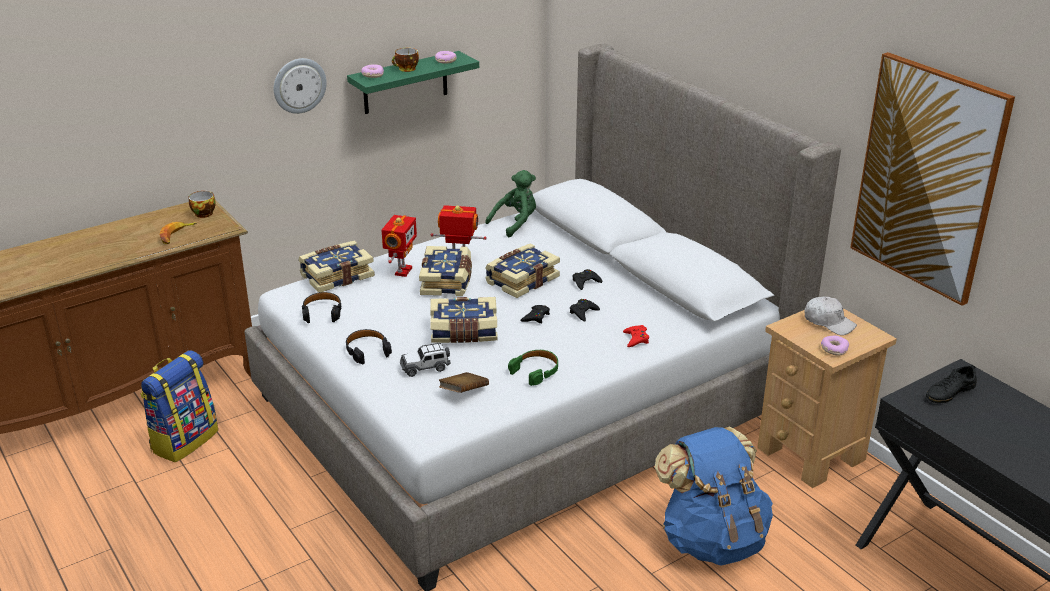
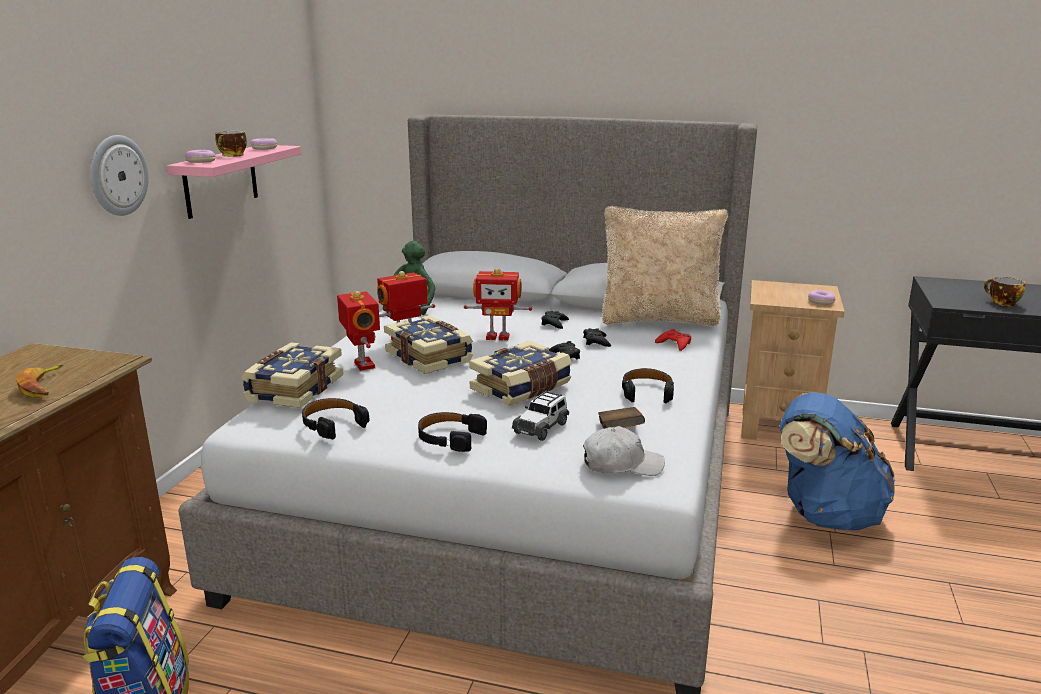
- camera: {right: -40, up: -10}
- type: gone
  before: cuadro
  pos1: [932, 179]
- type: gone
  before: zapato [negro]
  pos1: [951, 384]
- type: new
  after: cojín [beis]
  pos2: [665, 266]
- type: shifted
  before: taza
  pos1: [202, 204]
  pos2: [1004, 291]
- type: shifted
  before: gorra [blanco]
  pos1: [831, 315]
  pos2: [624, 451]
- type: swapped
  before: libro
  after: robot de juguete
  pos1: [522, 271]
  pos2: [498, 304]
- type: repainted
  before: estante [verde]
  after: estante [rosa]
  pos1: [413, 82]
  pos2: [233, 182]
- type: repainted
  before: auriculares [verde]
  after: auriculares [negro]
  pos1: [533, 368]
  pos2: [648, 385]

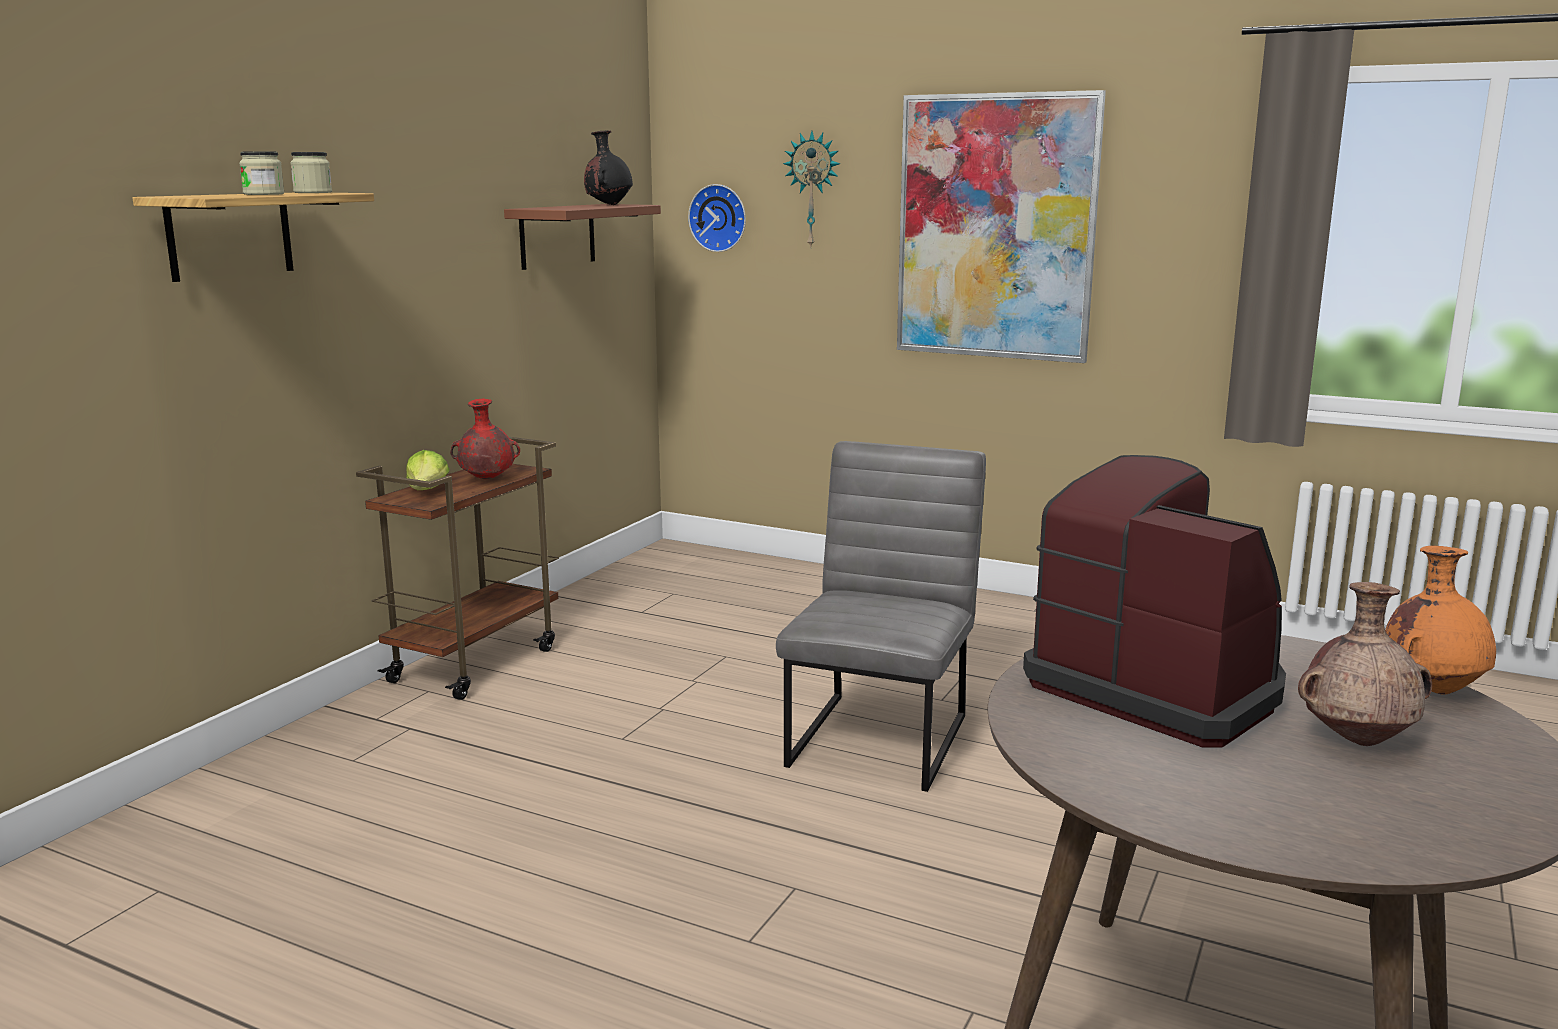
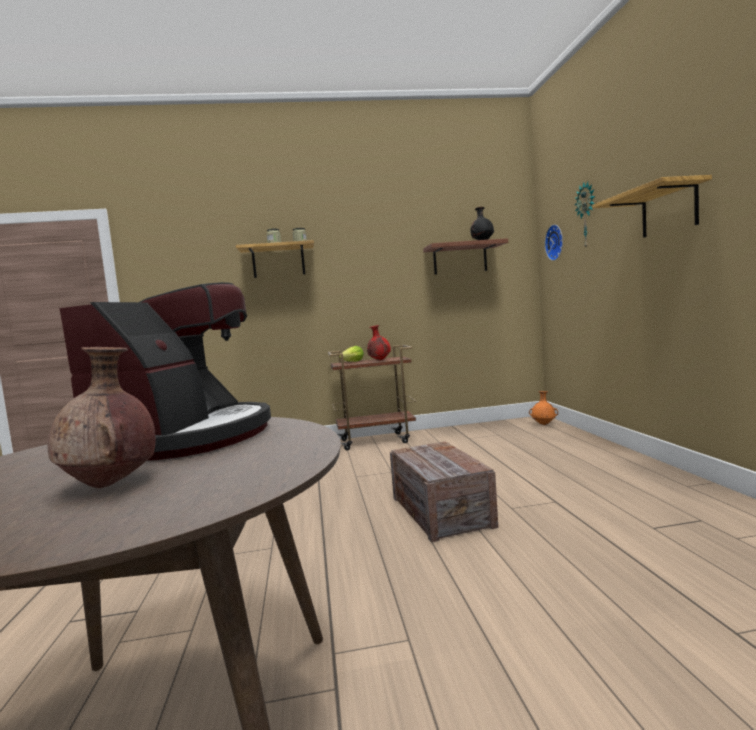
- camera: {right: 55, up: -10}
- type: shifted
  before: florero [naranja]
  pos1: [1440, 620]
  pos2: [543, 408]
- type: swapped
  before: silla [gris]
  after: caja de embalaje
  pos1: [881, 616]
  pos2: [444, 491]
- type: swapped
  before: cuadro
  after: estante
  pos1: [1001, 226]
  pos2: [652, 206]

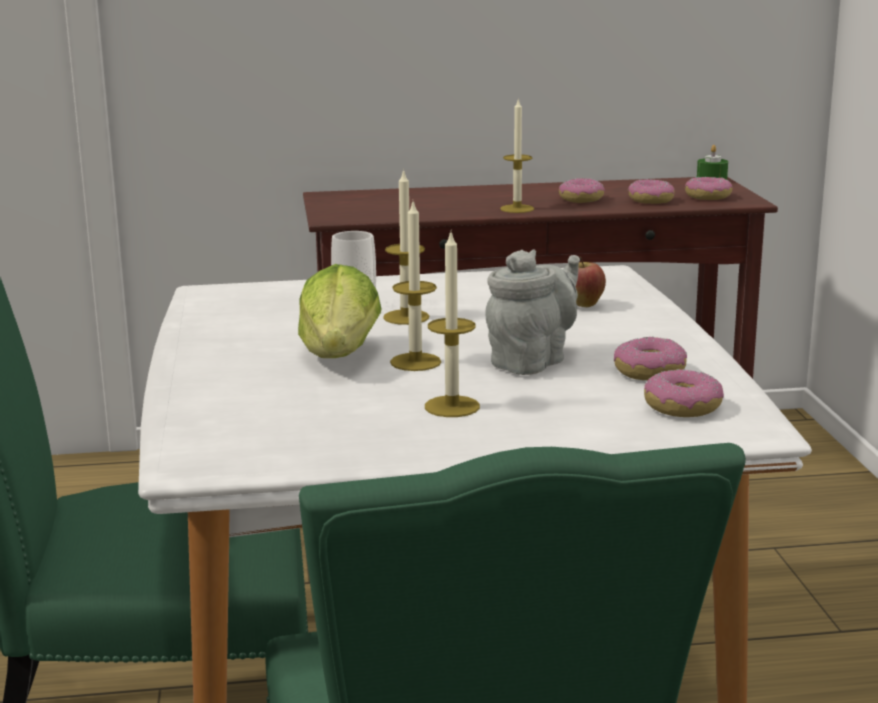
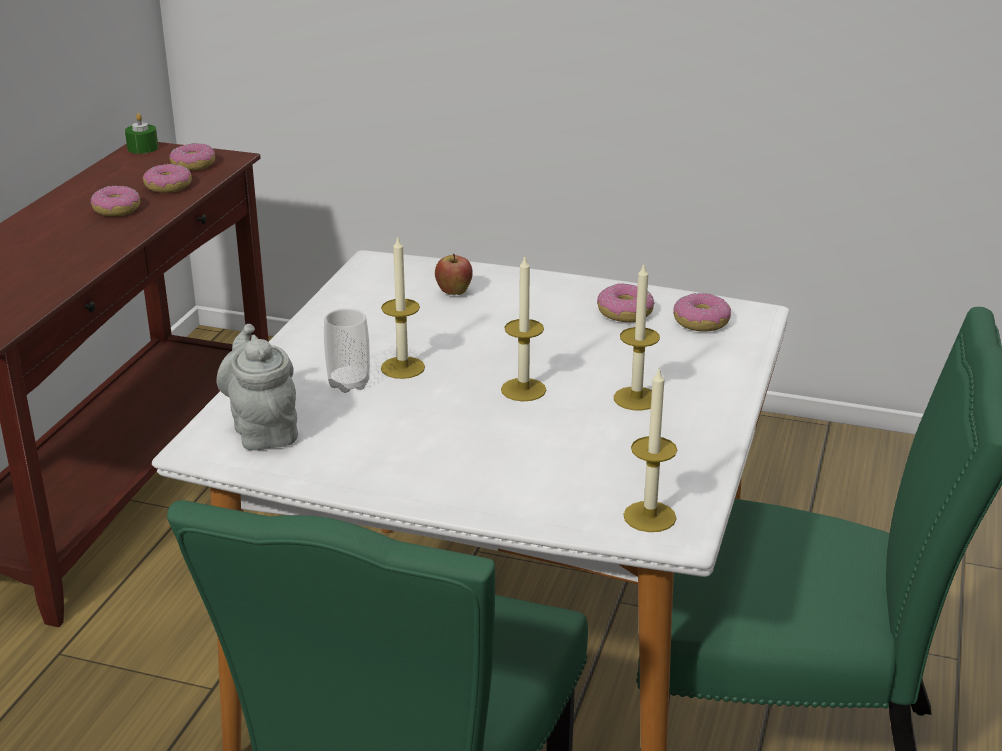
- camera: {right: -65, up: 10}
- type: gone
  before: lechuga
  pos1: [340, 311]
- type: shifted
  before: tetera [gris]
  pos1: [532, 312]
  pos2: [257, 387]
- type: shifted
  before: vela
  pos1: [517, 155]
  pos2: [650, 449]

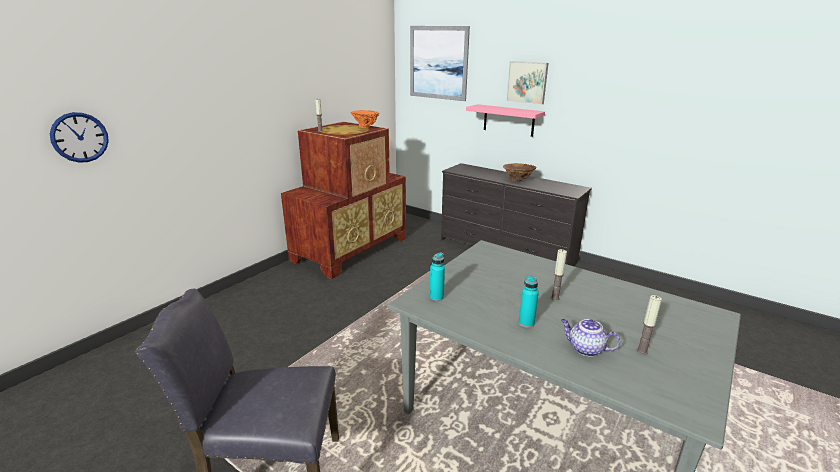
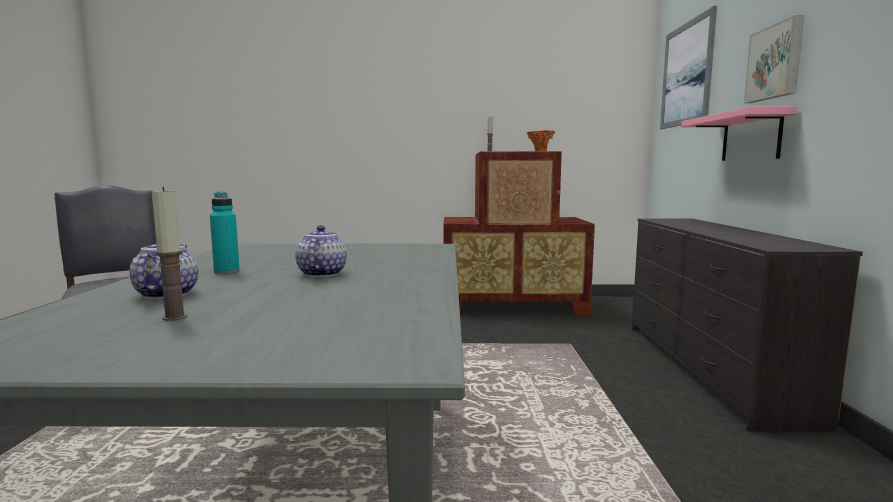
- camera: {right: 55, up: -15}
- type: gone
  before: reloj de pared
  pos1: [79, 137]
- type: gone
  before: botella [turquesa]
  pos1: [437, 277]
- type: gone
  before: florero [marrón]
  pos1: [520, 172]
- type: swapped
  before: vela
  after: tetera
  pos1: [559, 274]
  pos2: [321, 251]

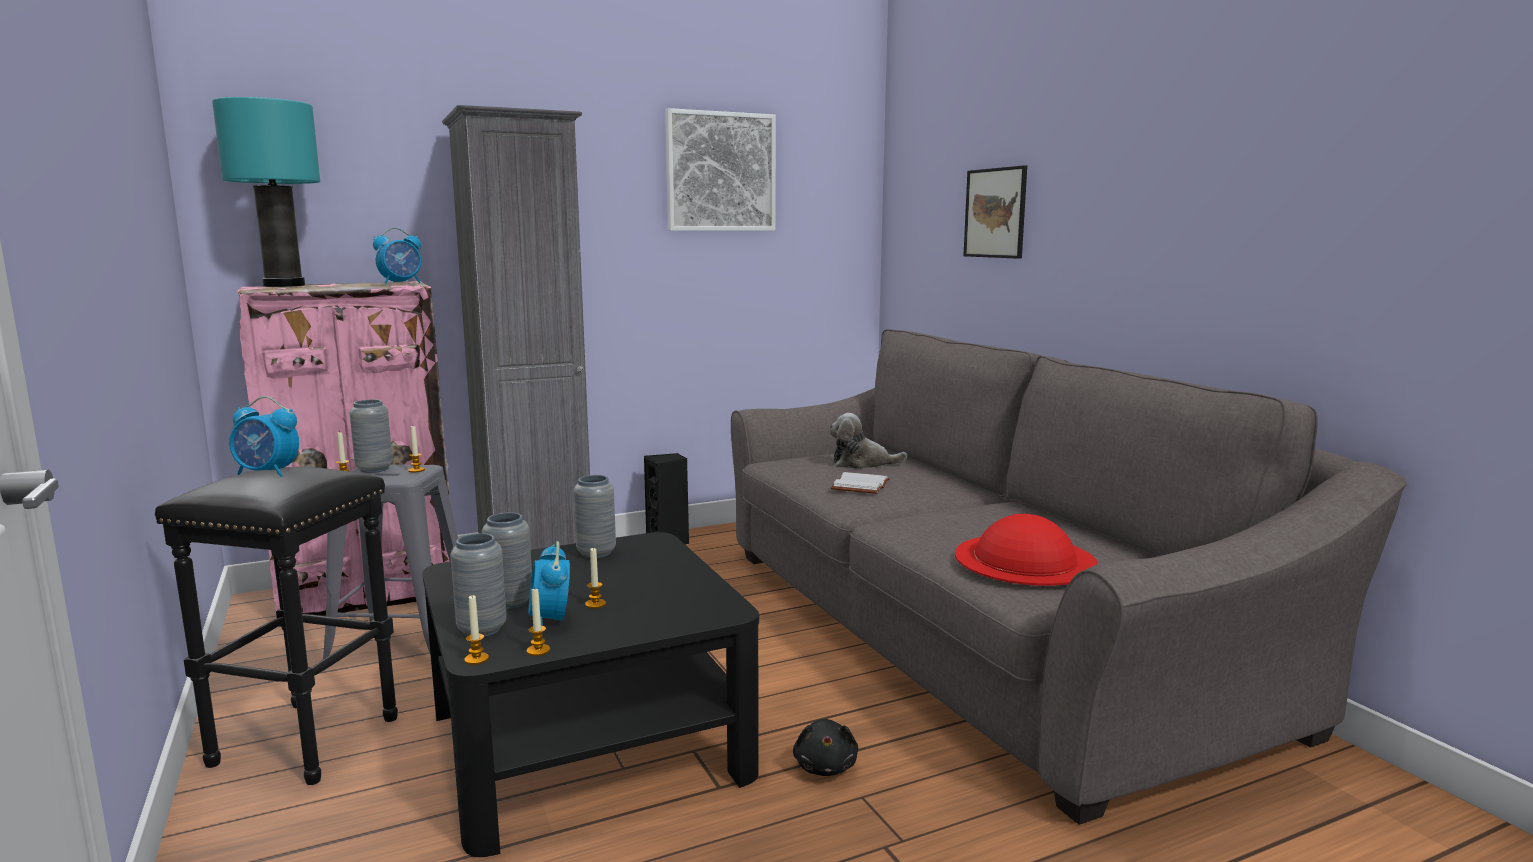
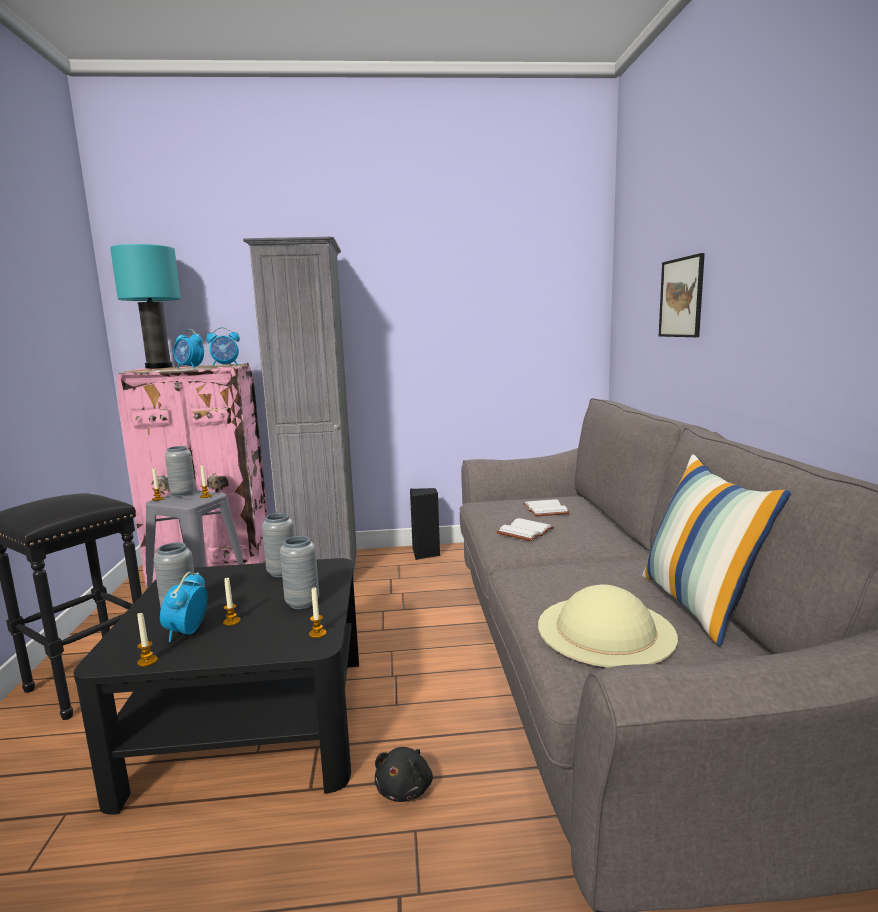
- camera: {right: 20, up: 0}
- type: gone
  before: cuadro
  pos1: [720, 169]
- type: new
  after: cojín
  pos2: [716, 550]
- type: shifted
  before: despertador
  pos1: [264, 436]
  pos2: [188, 348]
- type: shifted
  before: florero [gris]
  pos1: [479, 585]
  pos2: [299, 572]
- type: shifted
  before: vela
  pos1: [476, 630]
  pos2: [317, 613]
- type: swapped
  before: peluche
  after: libro [blanco]
  pos1: [868, 441]
  pos2: [546, 508]
- type: repainted
  before: sombrero [rojo]
  after: sombrero [beis]
  pos1: [1026, 550]
  pos2: [608, 626]

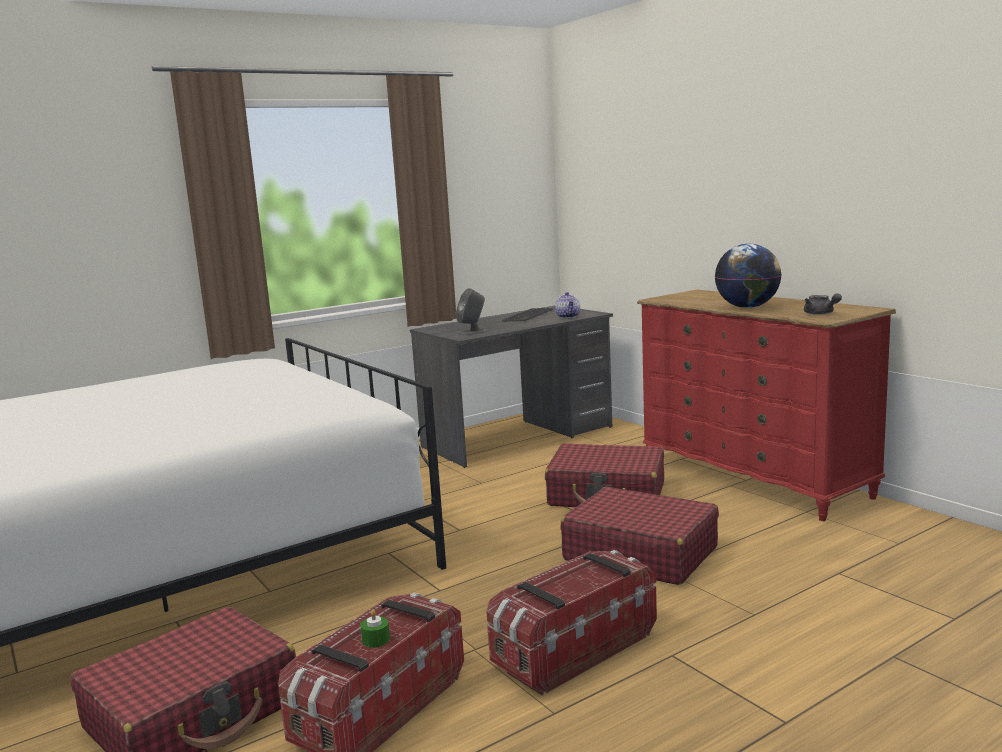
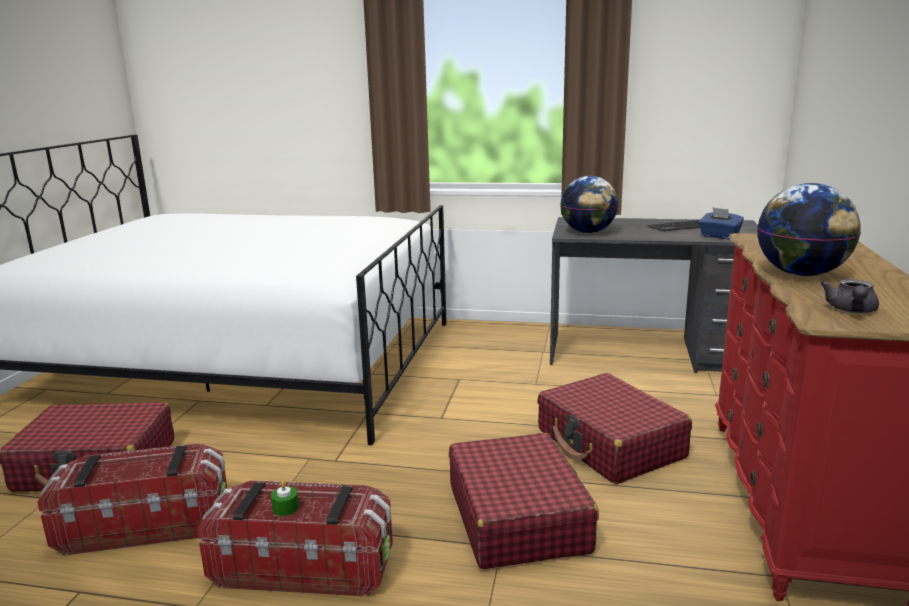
- camera: {right: 45, up: 5}
- type: shifted
  before: vela [verde]
  pos1: [375, 628]
  pos2: [285, 498]
- type: swapped
  before: altavoz [gris]
  after: globo terráqueo
  pos1: [471, 311]
  pos2: [589, 204]
- type: swapped
  before: tetera
  after: caja de pañuelos [azul]
  pos1: [567, 305]
  pos2: [721, 223]

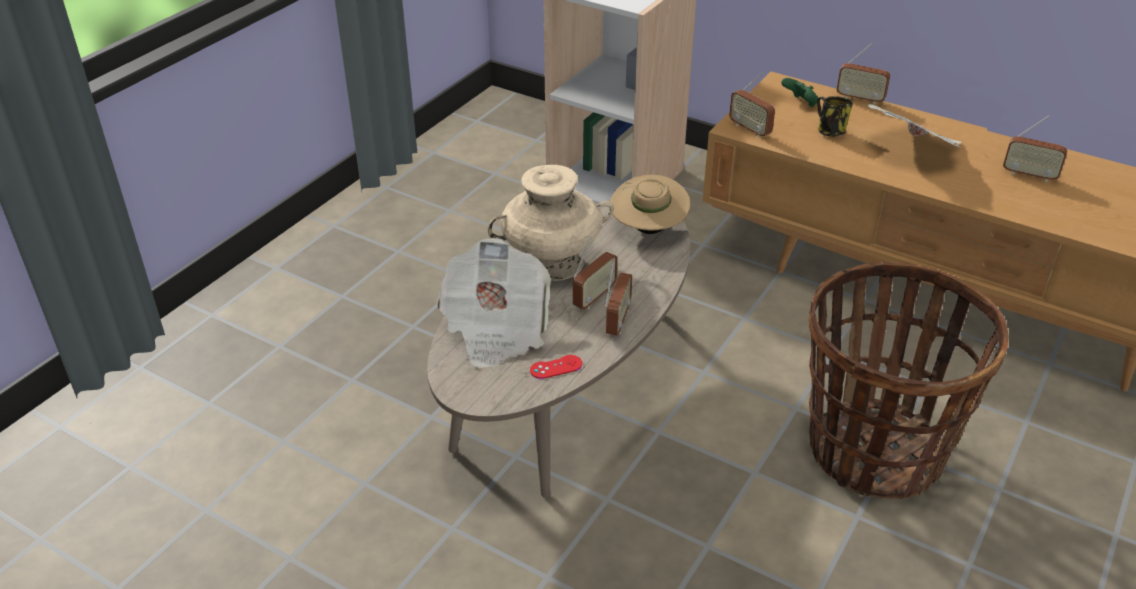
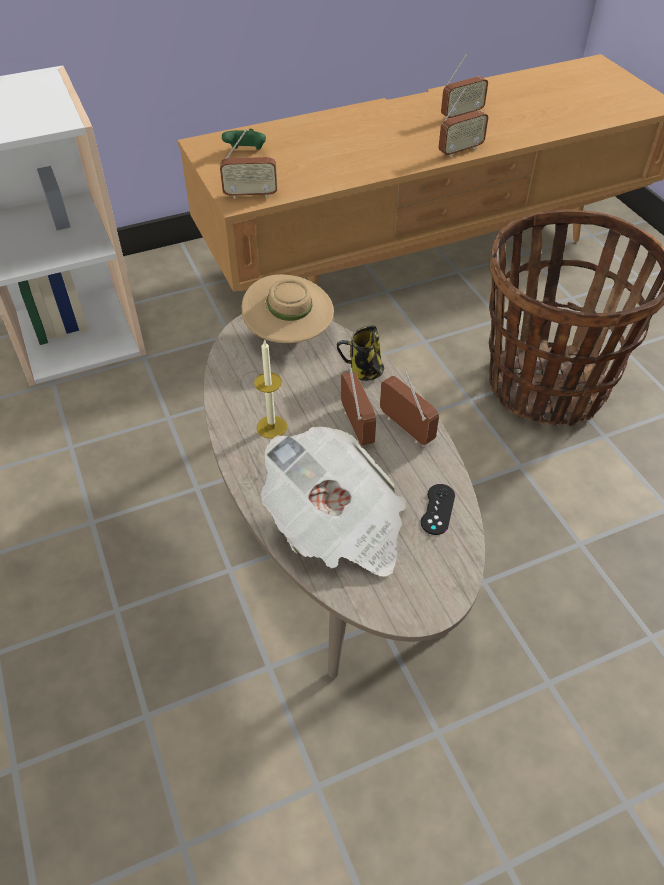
- camera: {right: -55, up: 10}
- type: gone
  before: periódico
  pos1: [915, 126]
- type: shifted
  before: taza grande
  pos1: [835, 116]
  pos2: [360, 353]
- type: shifted
  before: radio
  pos1: [863, 74]
  pos2: [463, 122]
- type: swapped
  before: florero [beis]
  after: vela
  pos1: [551, 223]
  pos2: [270, 389]
- type: repainted
  before: mando de consola [rojo]
  after: mando de consola [negro]
  pos1: [556, 367]
  pos2: [438, 509]

